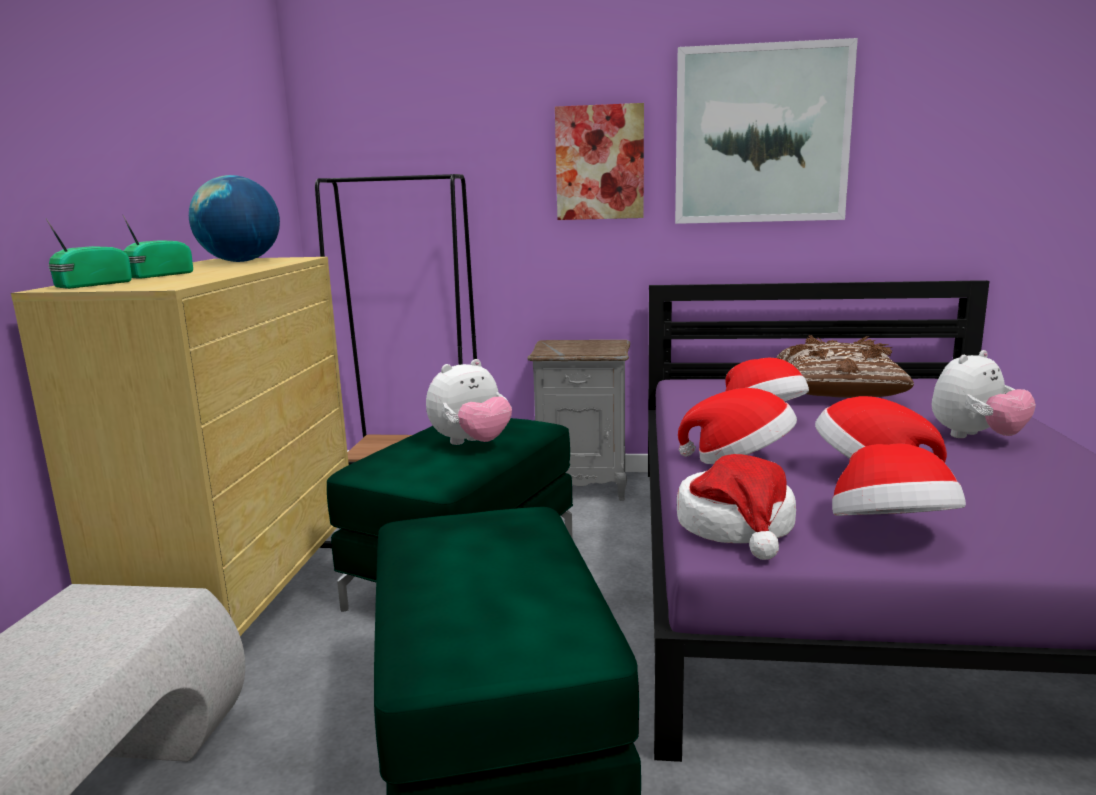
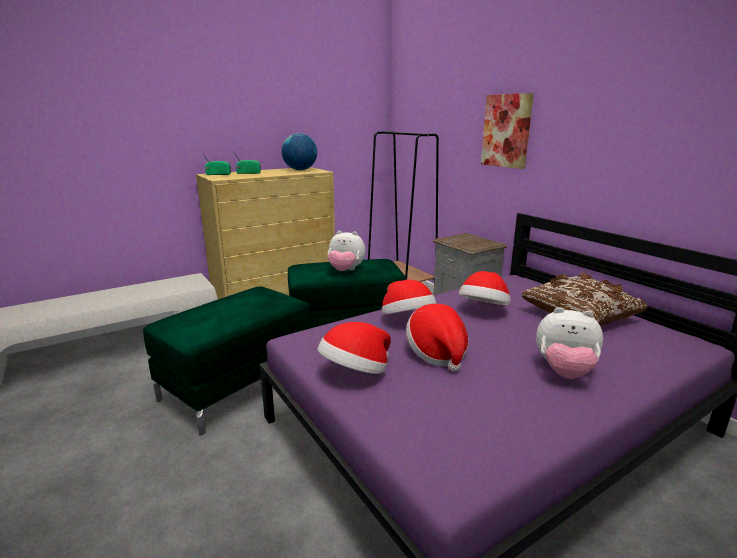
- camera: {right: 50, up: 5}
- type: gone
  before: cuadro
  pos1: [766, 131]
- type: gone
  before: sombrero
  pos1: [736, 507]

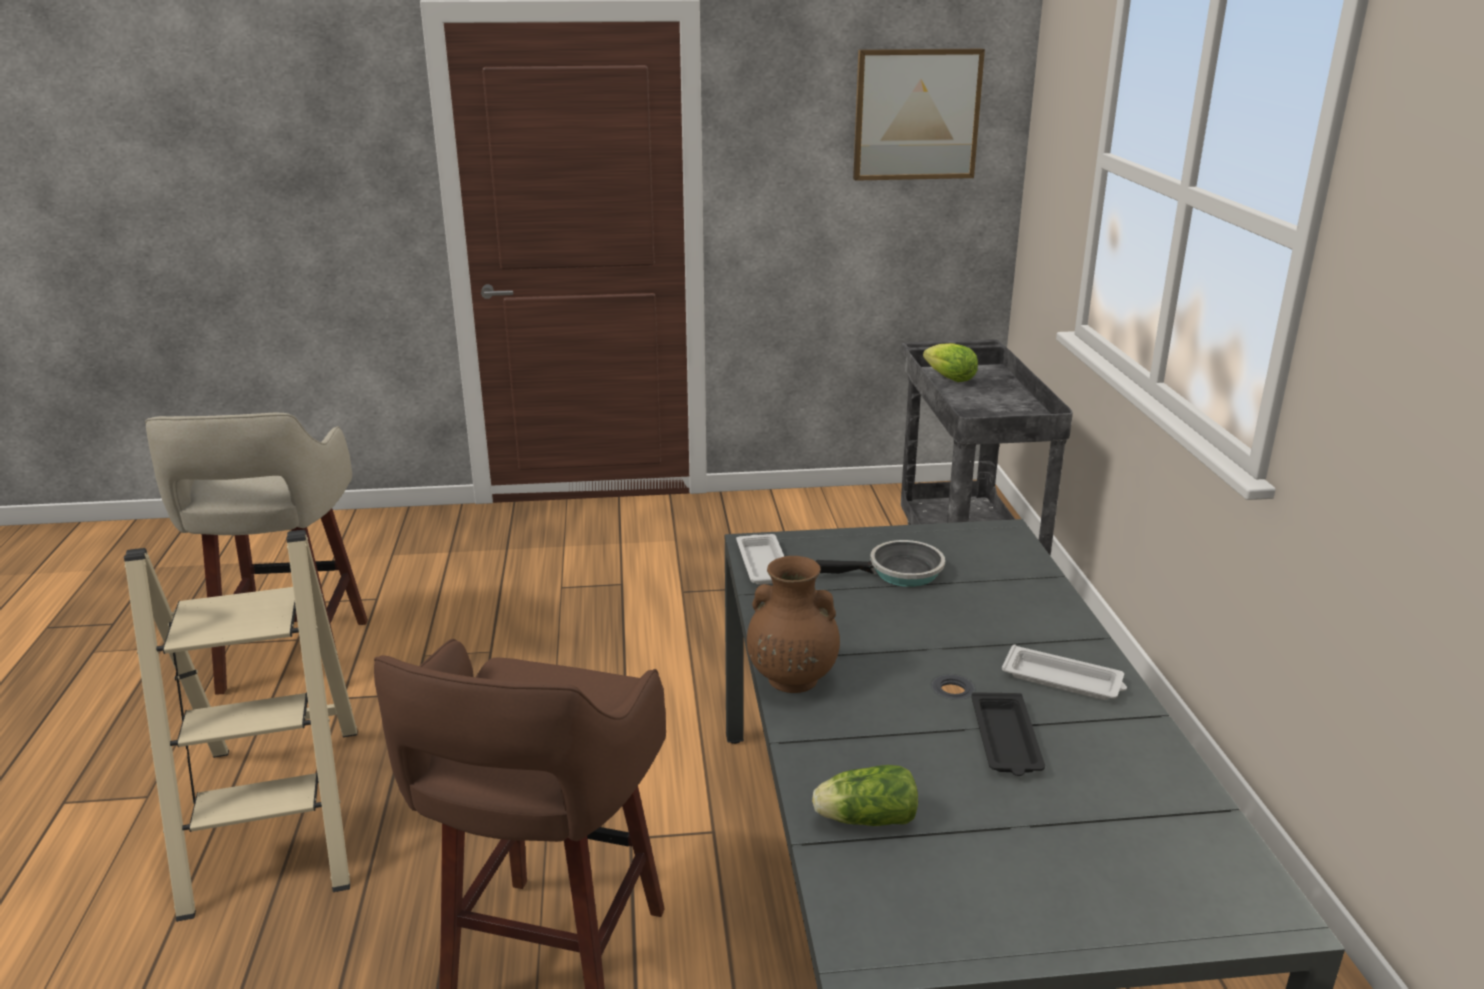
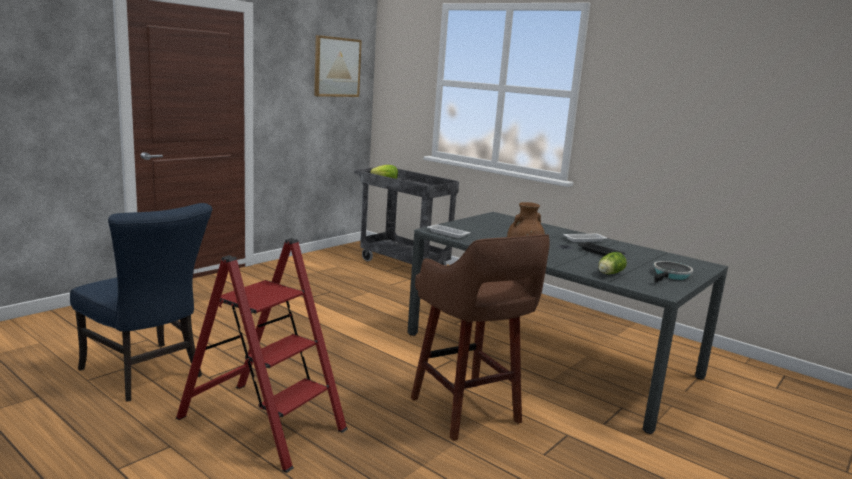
- camera: {right: -45, up: -10}
- type: shifted
  before: sartén
  pos1: [880, 563]
  pos2: [673, 272]
- type: swapped
  before: taburete [beis]
  after: silla [azul]
  pos1: [256, 554]
  pos2: [141, 302]
- type: repainted
  before: escalera de tijera [beis]
  after: escalera de tijera [rojo]
  pos1: [240, 726]
  pos2: [262, 355]

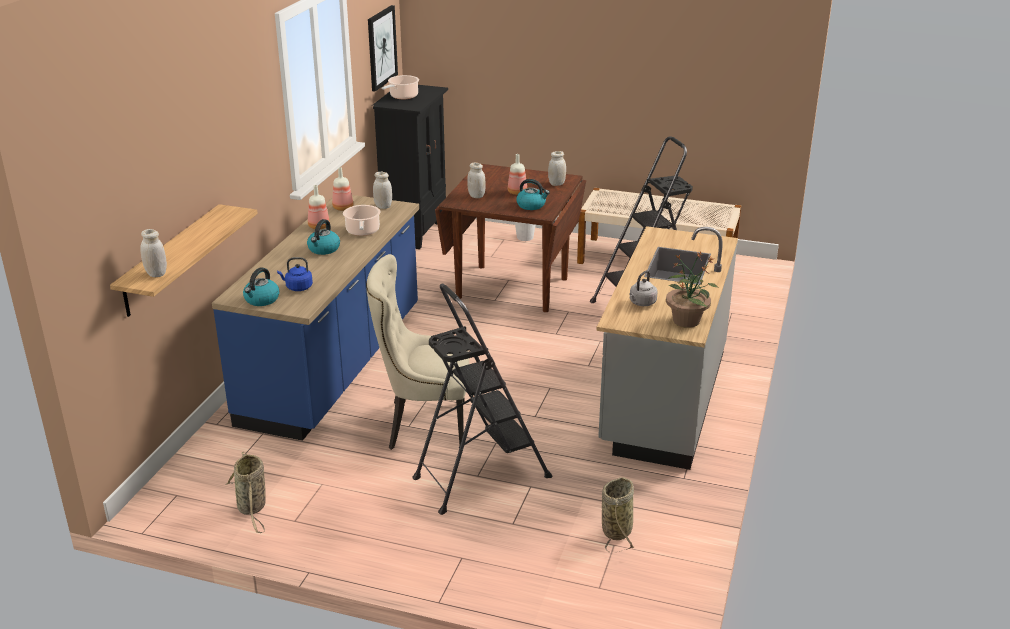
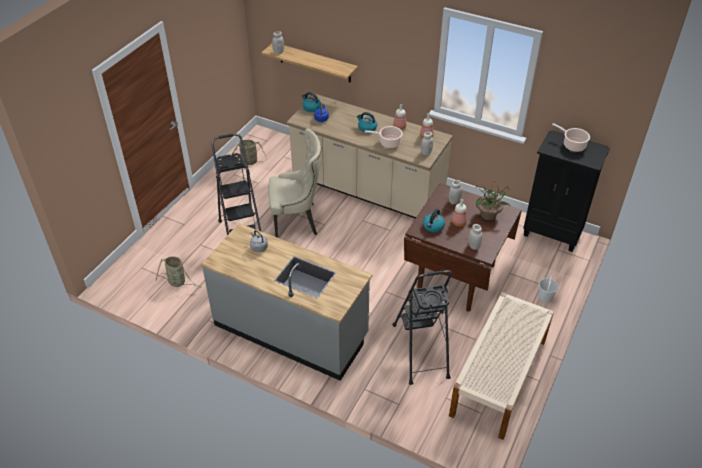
- camera: {right: 100, up: 15}
- type: gone
  before: cuadro
  pos1: [383, 48]
- type: shifted
  before: planta en maceta
  pos1: [692, 290]
  pos2: [493, 200]
- type: repainted
  before: mueble bajo de cocina [azul]
  after: mueble bajo de cocina [beis]
  pos1: [315, 318]
  pos2: [369, 156]
- type: rotated
  before: silla [beis]
  pos1: [417, 352]
  pos2: [295, 183]
  turn: 75

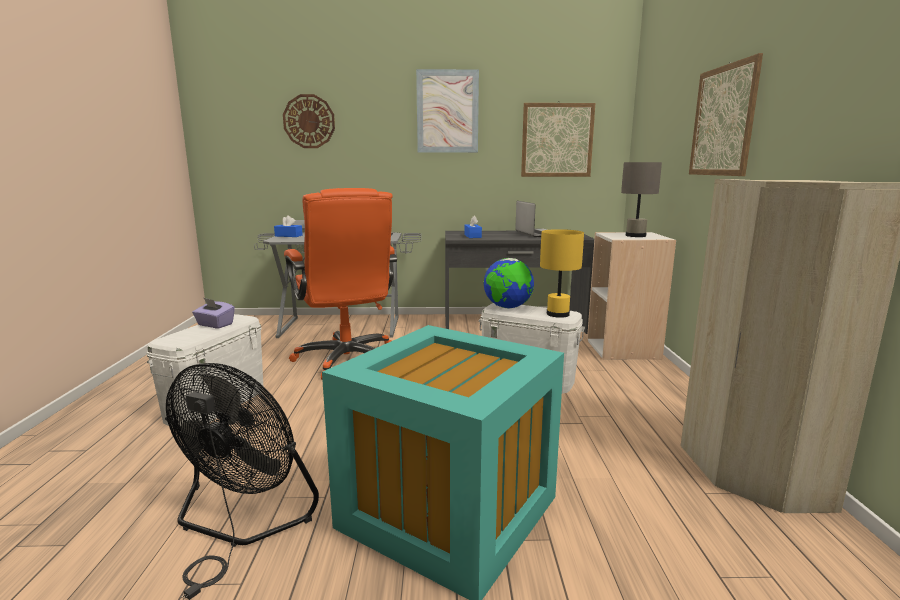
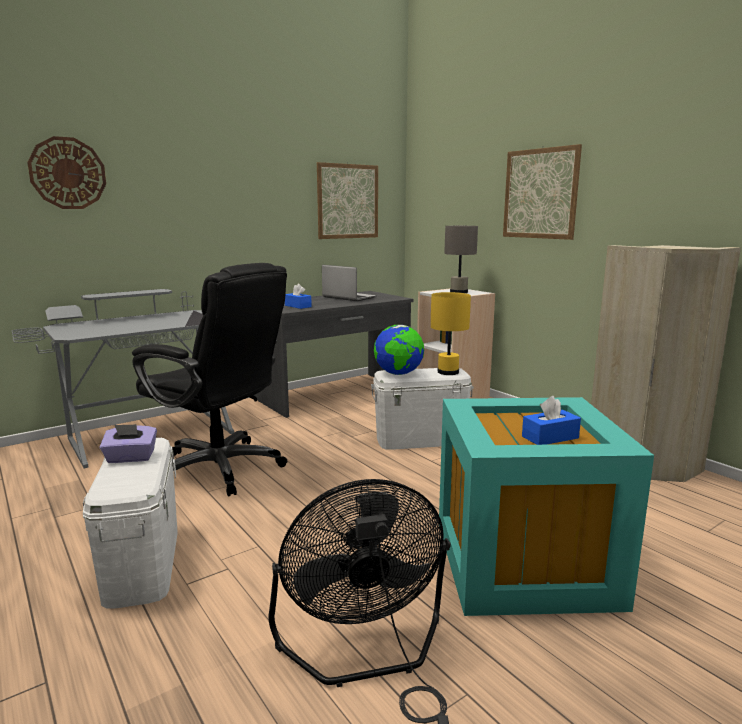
- camera: {right: -35, up: 0}
- type: gone
  before: cuadro
  pos1: [447, 111]
- type: shifted
  before: caja de pañuelos [azul]
  pos1: [288, 226]
  pos2: [551, 420]
- type: repainted
  before: silla de oficina [naranja]
  after: silla de oficina [negro]
  pos1: [340, 283]
  pos2: [209, 380]

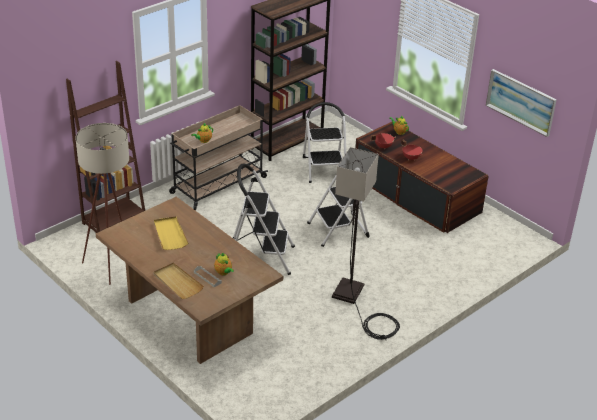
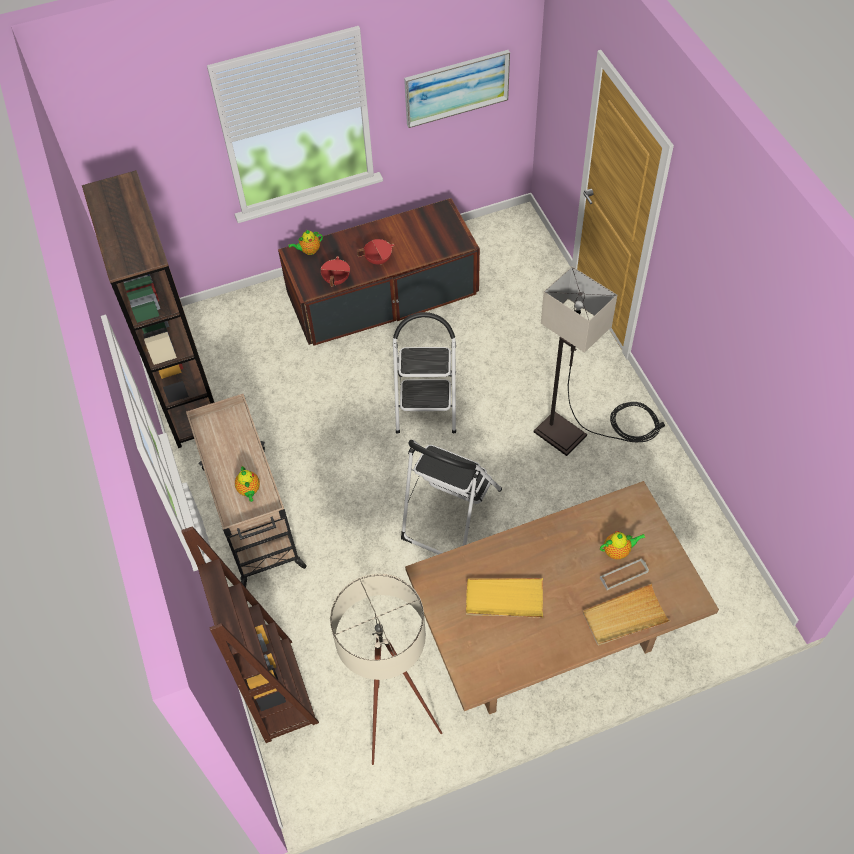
- camera: {right: -65, up: 20}
- type: gone
  before: escalera de tijera
  pos1: [324, 142]

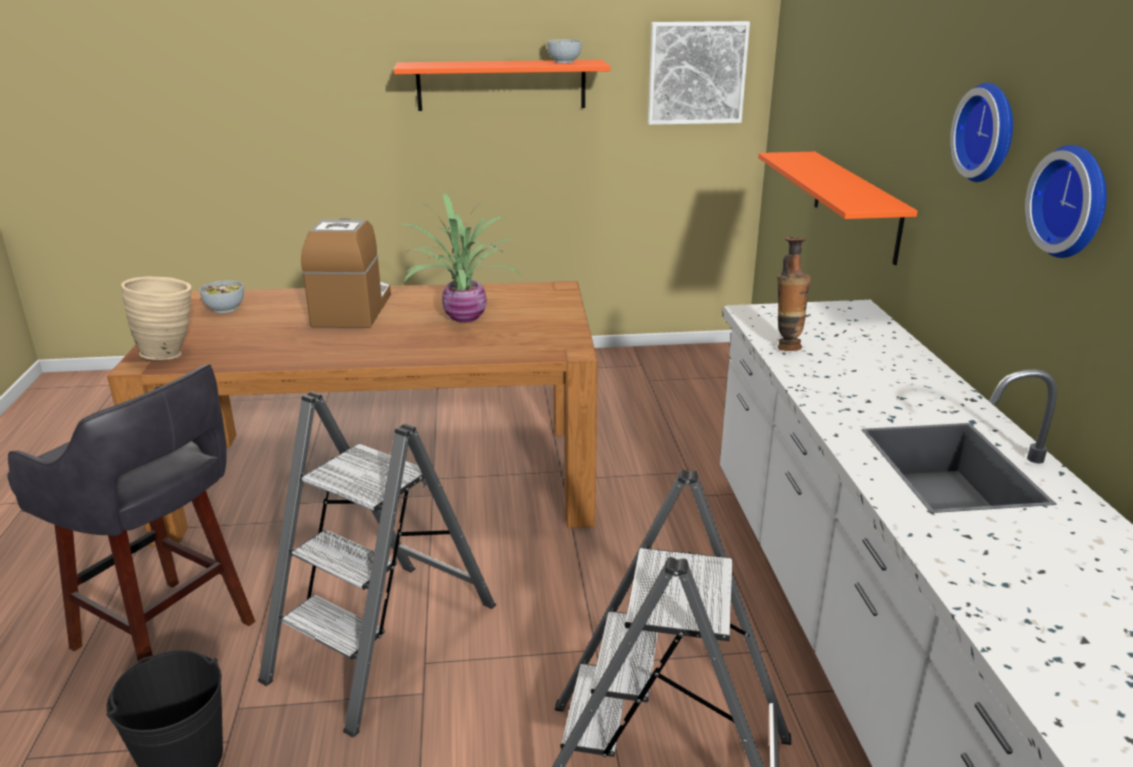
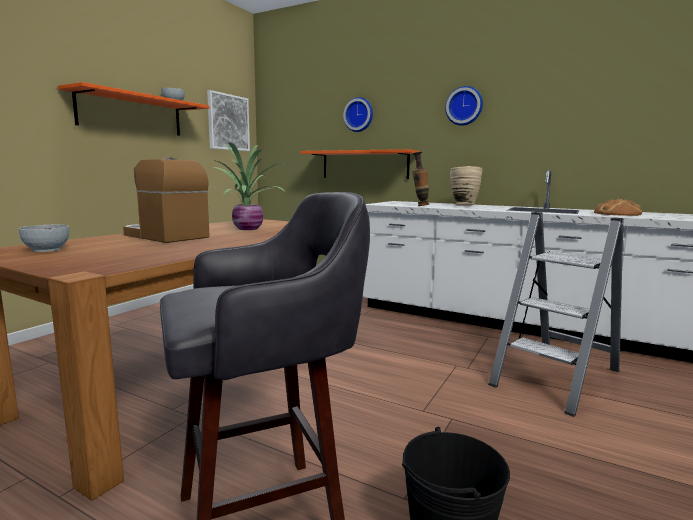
- camera: {right: -55, up: -15}
- type: gone
  before: escalera de tijera [gris]
  pos1: [377, 564]
- type: new
  after: pan
  pos2: [618, 207]
- type: shifted
  before: florero [beis]
  pos1: [156, 318]
  pos2: [466, 186]
- type: shifted
  before: reloj de pared
  pos1: [1066, 201]
  pos2: [358, 114]

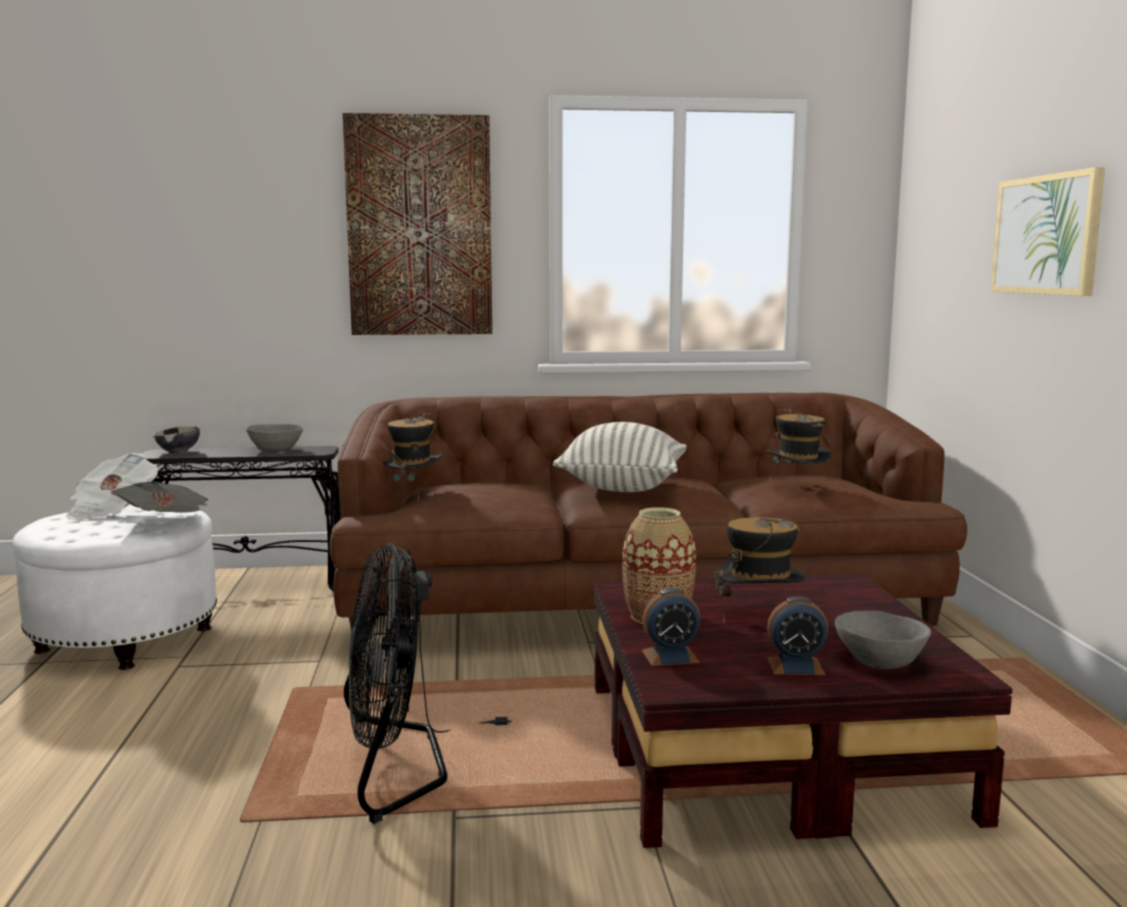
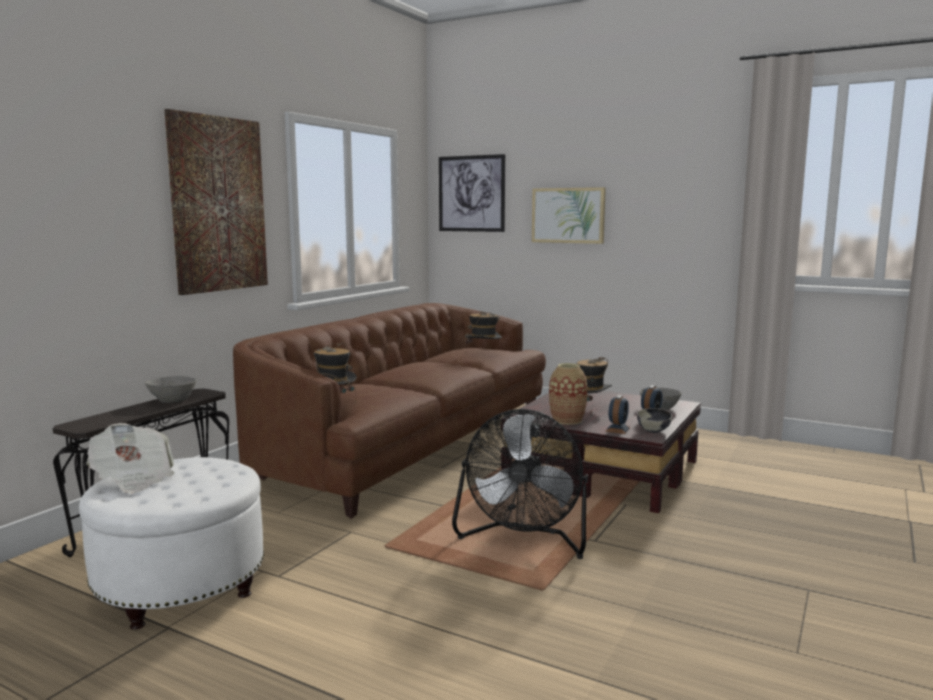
- camera: {right: -55, up: 0}
- type: gone
  before: periódico
  pos1: [159, 497]
- type: gone
  before: cojín
  pos1: [620, 457]
- type: new
  after: cuadro
  pos2: [472, 193]
- type: shifted
  before: cuenco
  pos1: [176, 439]
  pos2: [655, 420]

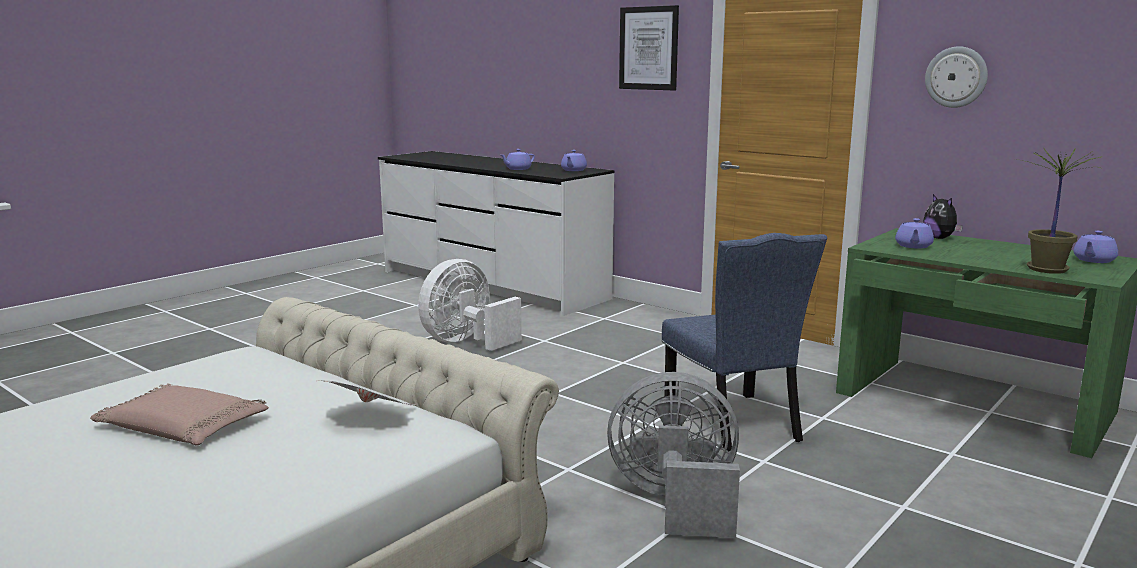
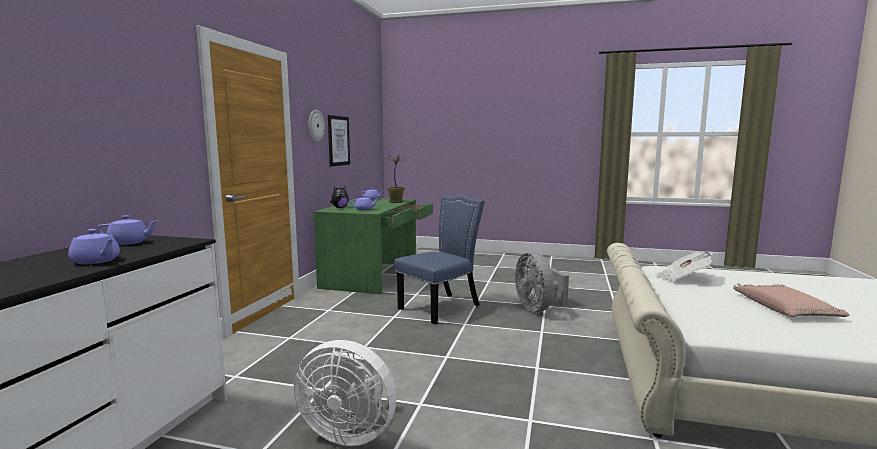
- camera: {right: -115, up: -5}
- type: shifted
  before: cuadro
  pos1: [649, 48]
  pos2: [339, 140]

